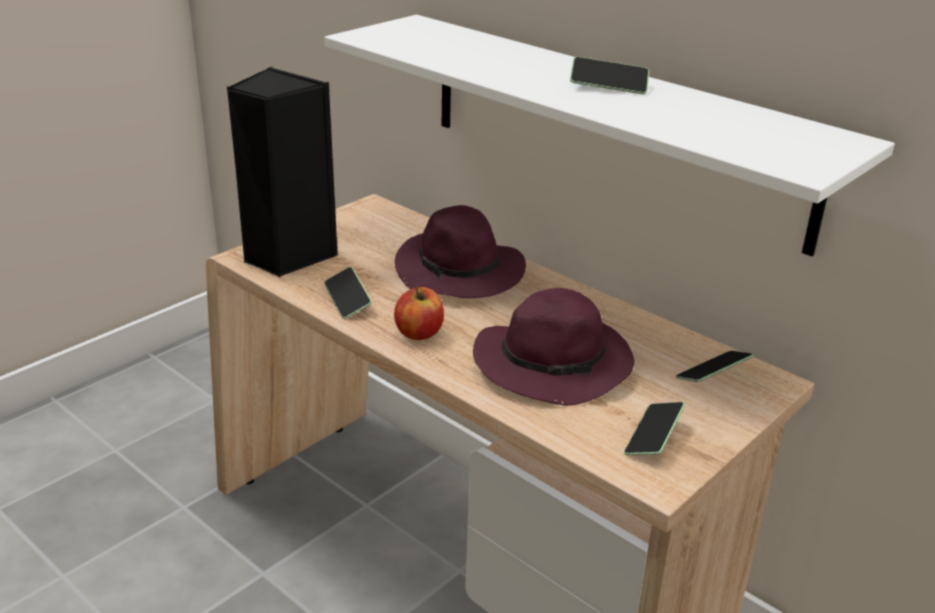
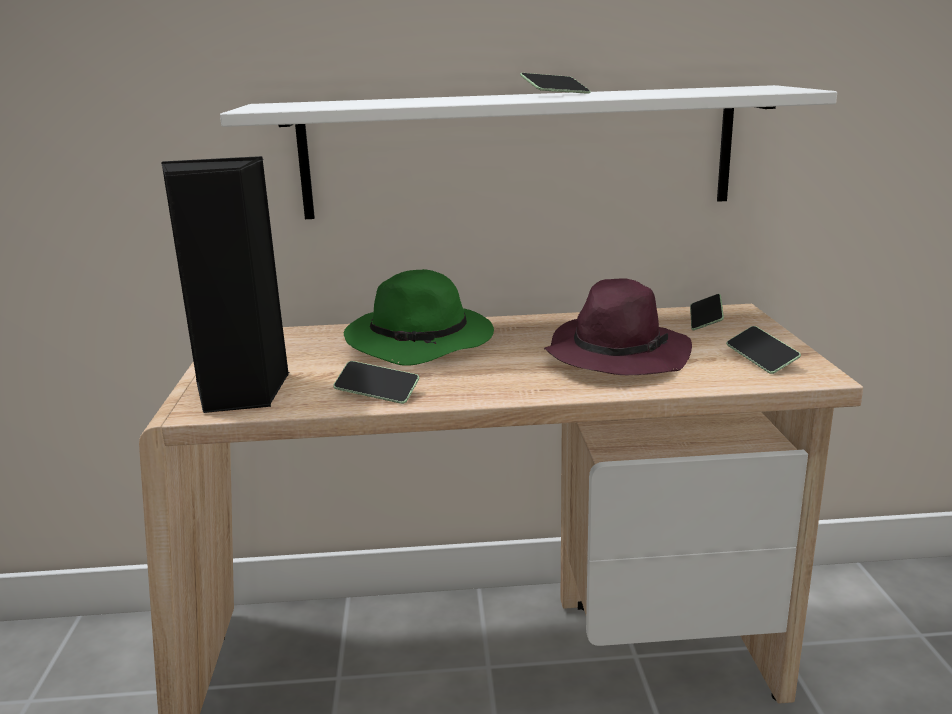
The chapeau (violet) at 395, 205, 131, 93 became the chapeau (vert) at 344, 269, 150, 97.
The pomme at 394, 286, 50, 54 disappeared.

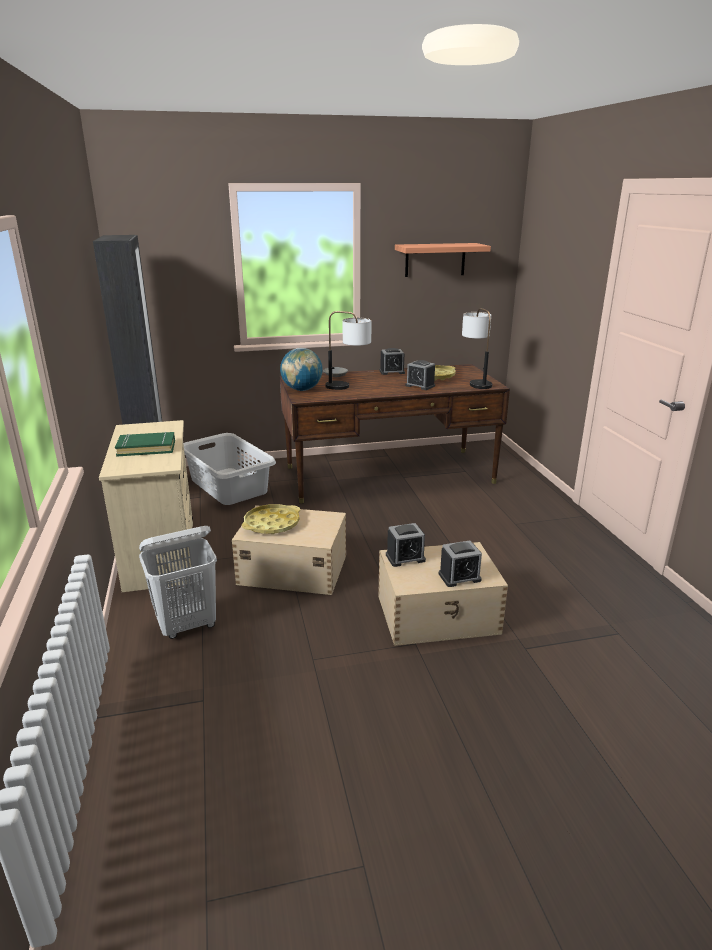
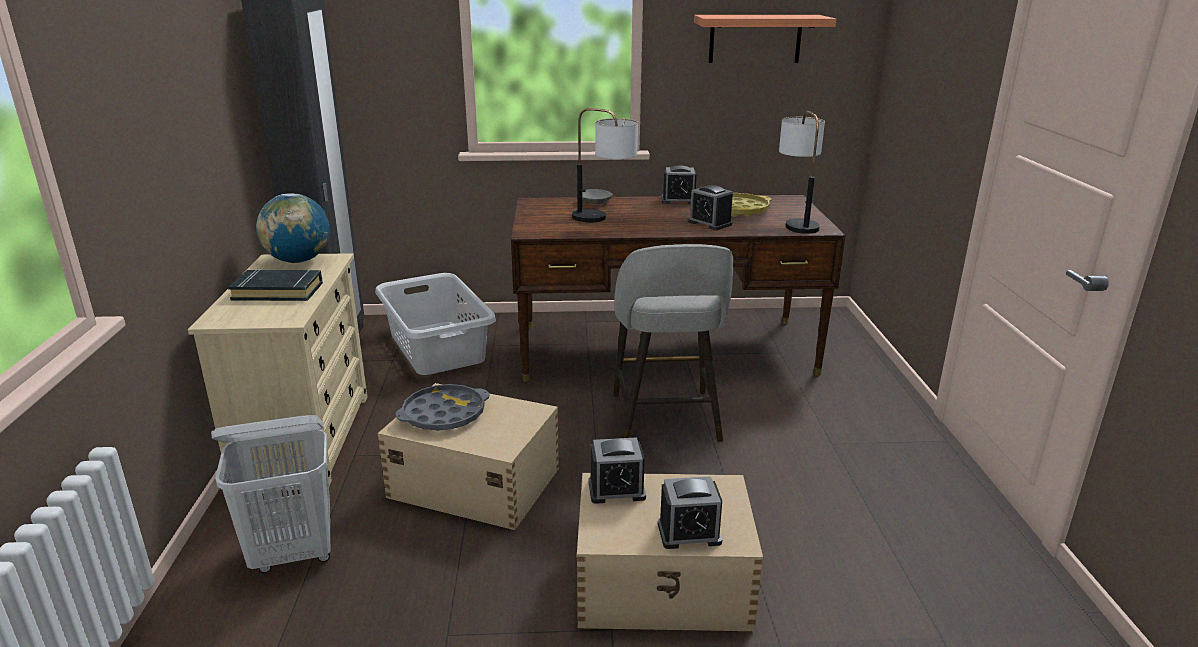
The livre (vert) at 115, 432, 60, 25 became the livre (noir) at 228, 269, 95, 32.
The globe moved from 280, 348, 43, 43 to 256, 193, 74, 70.
The plateau (jaune) at 242, 504, 58, 30 became the plateau (gris) at 395, 384, 94, 47.
The tabouret (gris) at 613, 244, 120, 198 appeared.

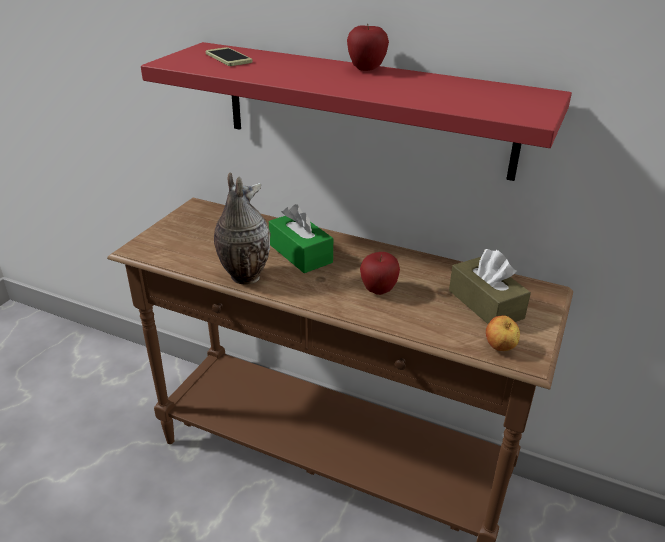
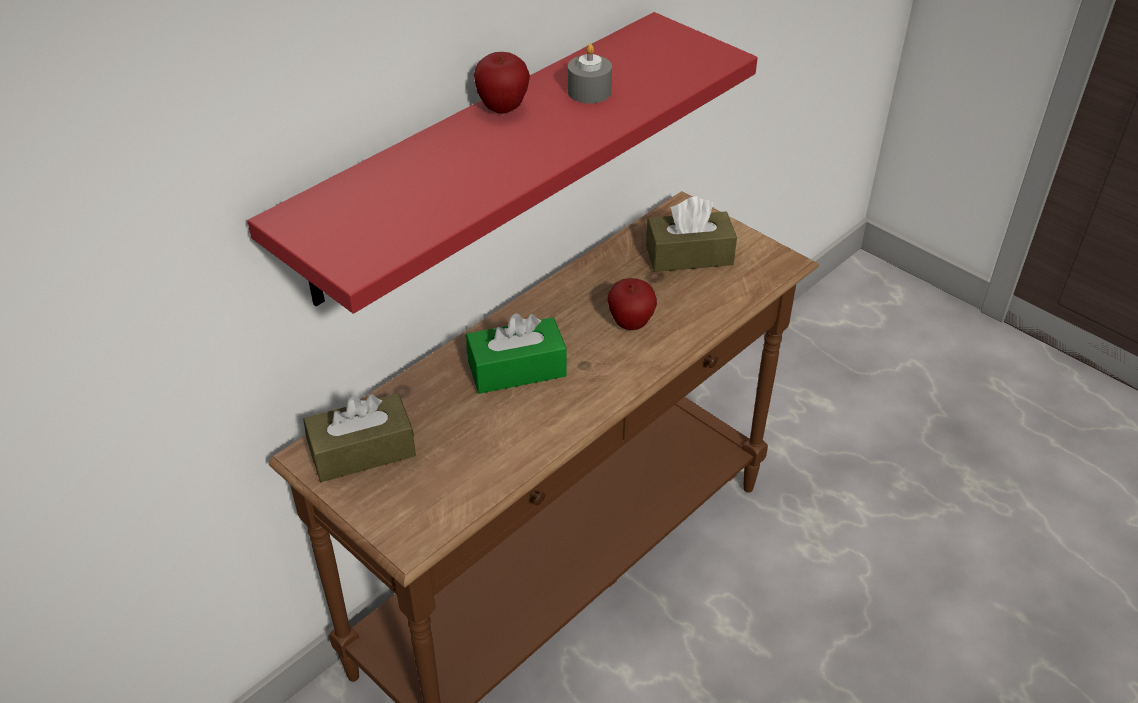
The boîte à mouchoirs (marron) at 303, 393, 113, 89 appeared.
The bougie (gris) at 568, 44, 44, 59 appeared.
The téléphone at 206, 47, 47, 19 disappeared.
The vase at 214, 172, 57, 112 disappeared.
The pomme at 486, 315, 34, 36 disappeared.

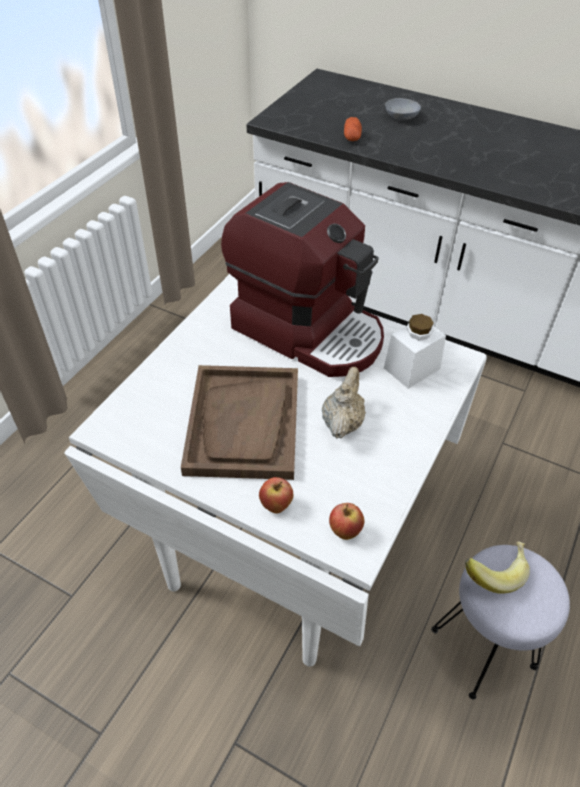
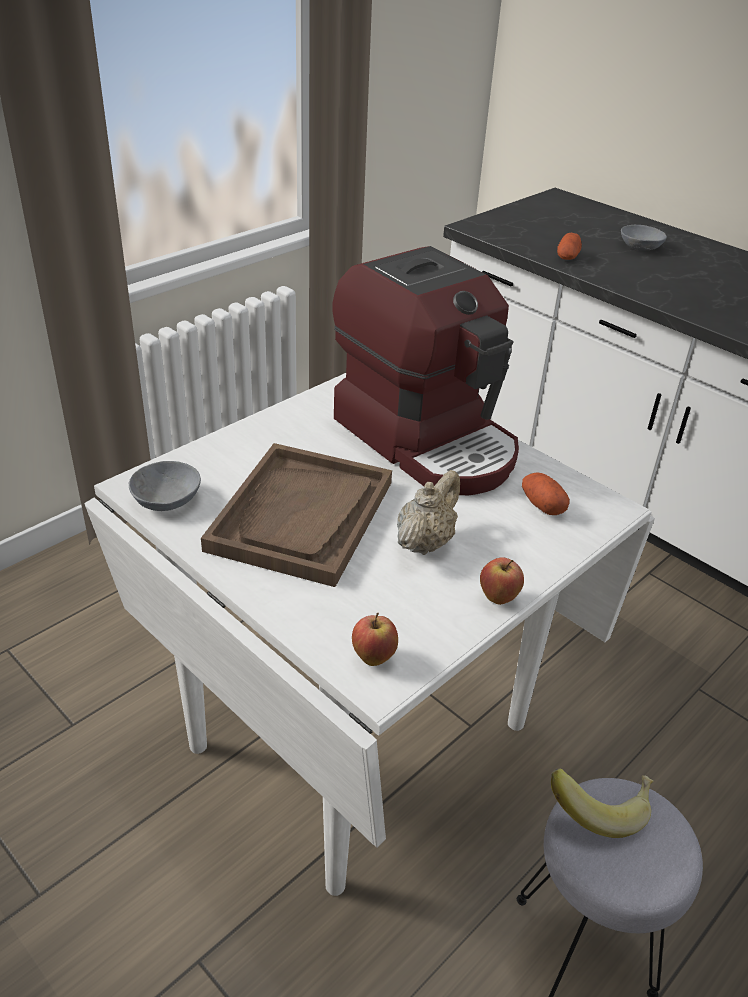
The bol (gris) at 129, 461, 72, 50 appeared.
The pomme moved from 259, 477, 34, 36 to 480, 558, 44, 47.
The bocal (blanc) at 384, 314, 62, 75 was replaced by the pomme de terre at 522, 472, 48, 43.

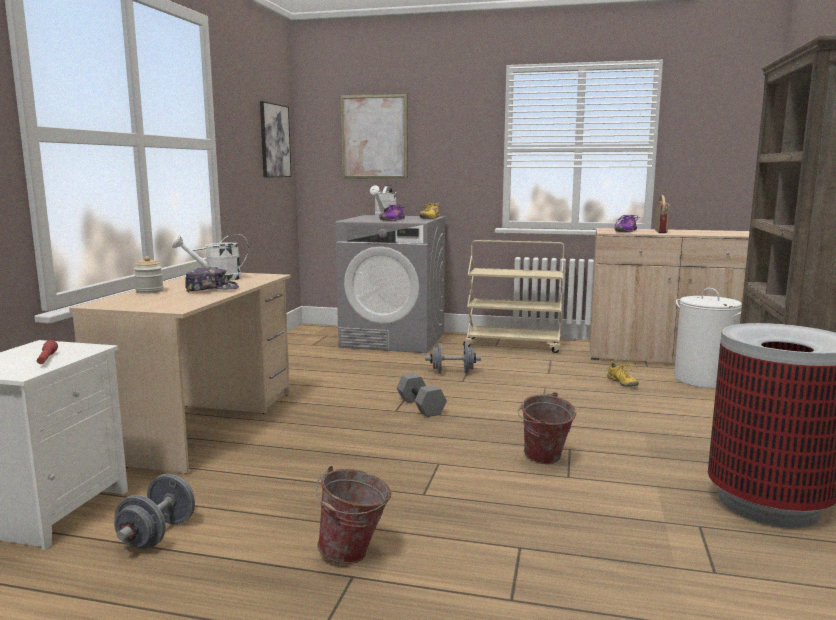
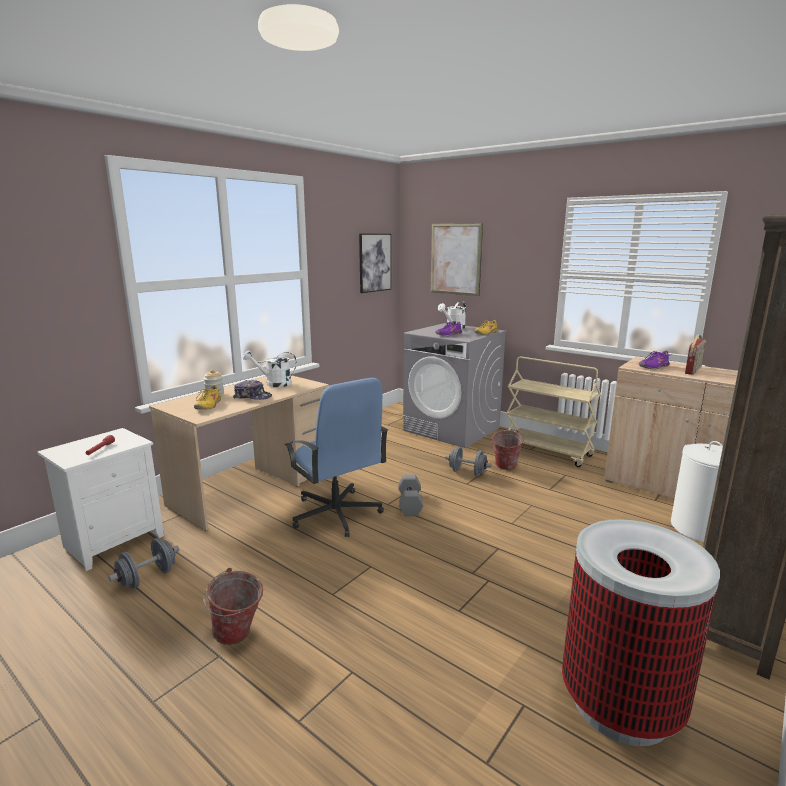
The chaussure (jaune) moved from 605, 361, 34, 26 to 194, 385, 28, 25.
The chaise de bureau (bleu) at 285, 378, 103, 159 appeared.
The seau moved from 518, 392, 58, 72 to 490, 430, 34, 40.

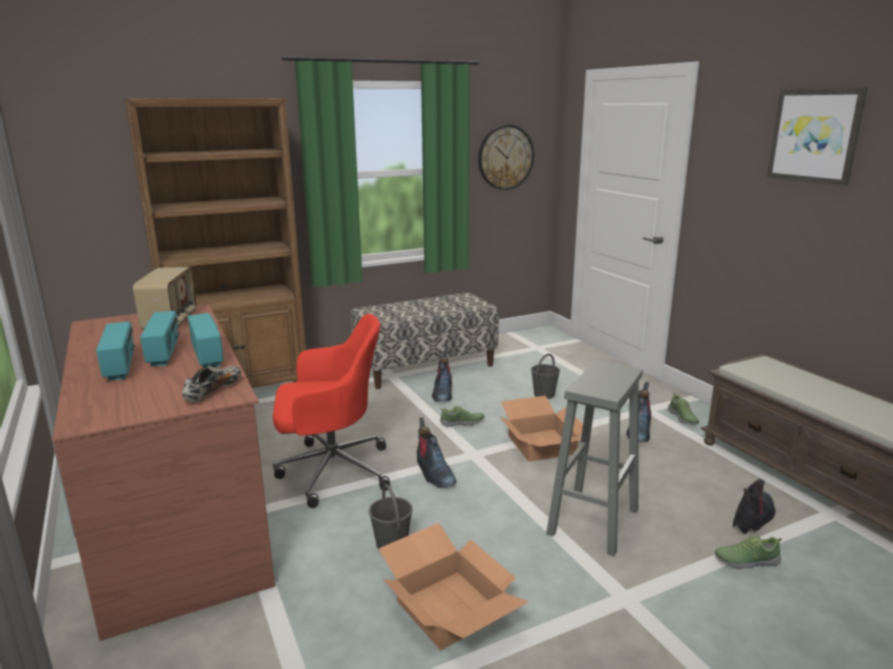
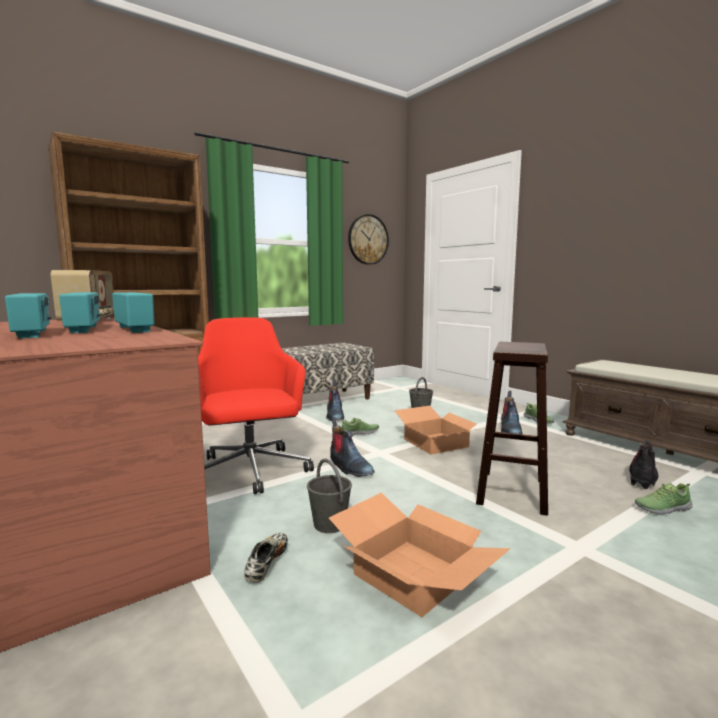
The chaise de bureau (rouge) at 273, 314, 117, 194 turned 90 degrees counterclockwise.
The chaussure moved from 182, 366, 59, 36 to 244, 533, 44, 50.
The tabouret (gris) at 546, 360, 97, 196 became the tabouret (marron) at 476, 342, 72, 174.
The tableau at 767, 88, 100, 98 disappeared.

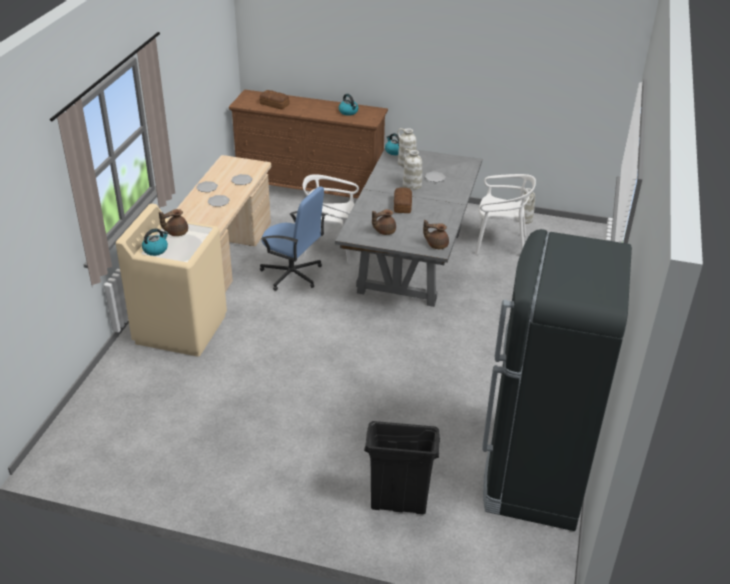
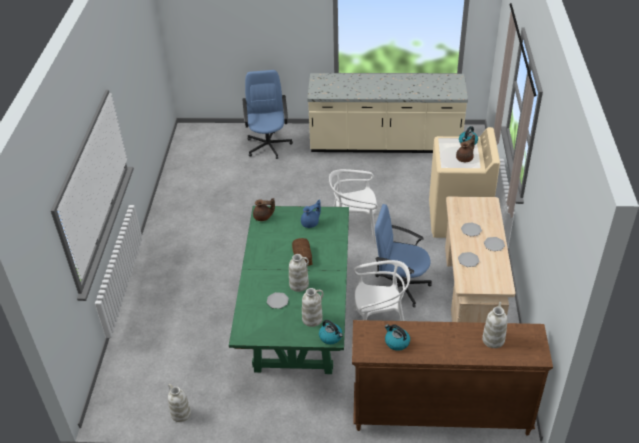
The table à manger (gris) at 335, 149, 147, 158 became the table à manger (vert) at 229, 206, 120, 168.
The poubelle (noir) at 364, 421, 76, 93 was replaced by the chaise de bureau (bleu) at 243, 70, 50, 89.
The théière (marron) at 372, 209, 24, 26 became the théière (bleu) at 301, 199, 20, 29.
The comptoir de cuisine (beige) at 307, 73, 161, 80 appeared.
The chaise (blanc) moved from 475, 174, 61, 81 to 329, 169, 49, 75.
The pain at 260, 90, 30, 19 was replaced by the vase (blanc) at 482, 302, 26, 46.
The réfrigérateur (noir) at 482, 229, 150, 302 disappeared.

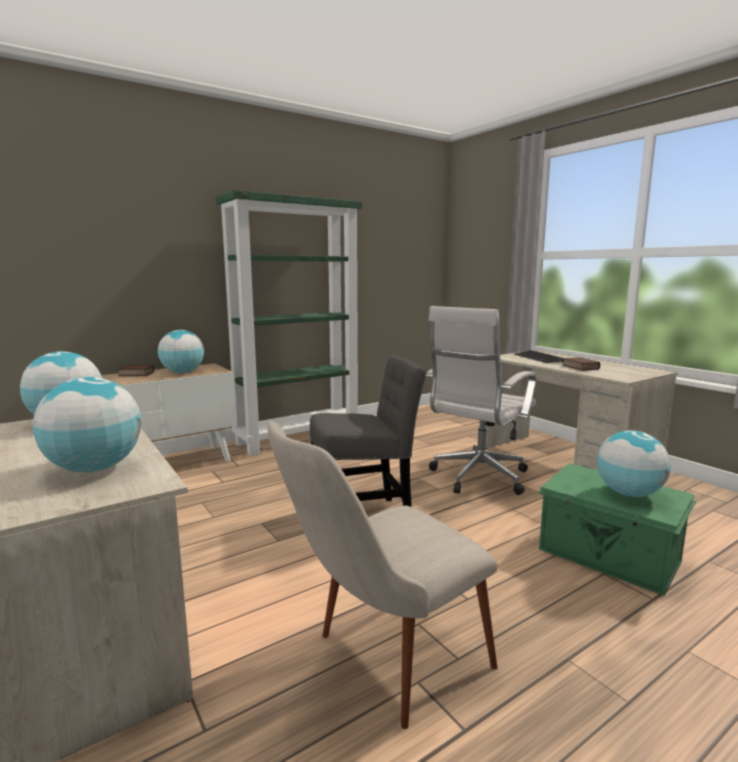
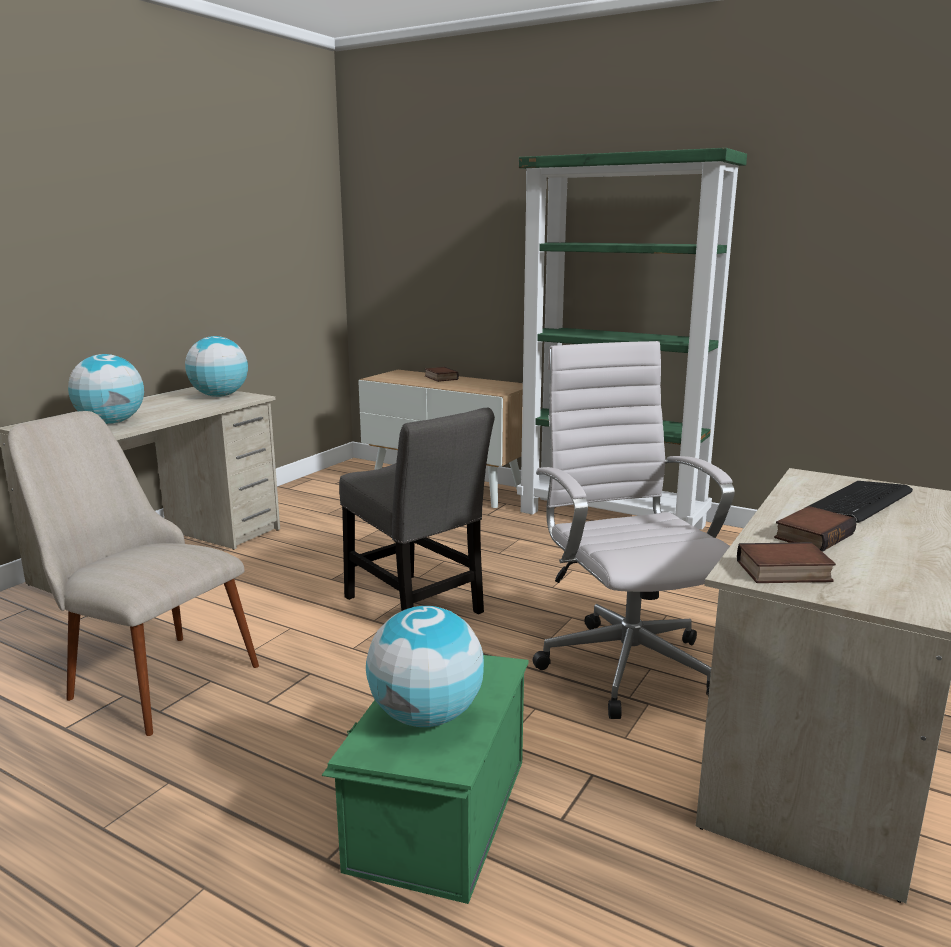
The chaise de bureau (blanc) at 426, 306, 110, 189 turned 60 degrees clockwise.
The livre at 737, 542, 99, 41 appeared.
The globe at 158, 330, 46, 43 disappeared.

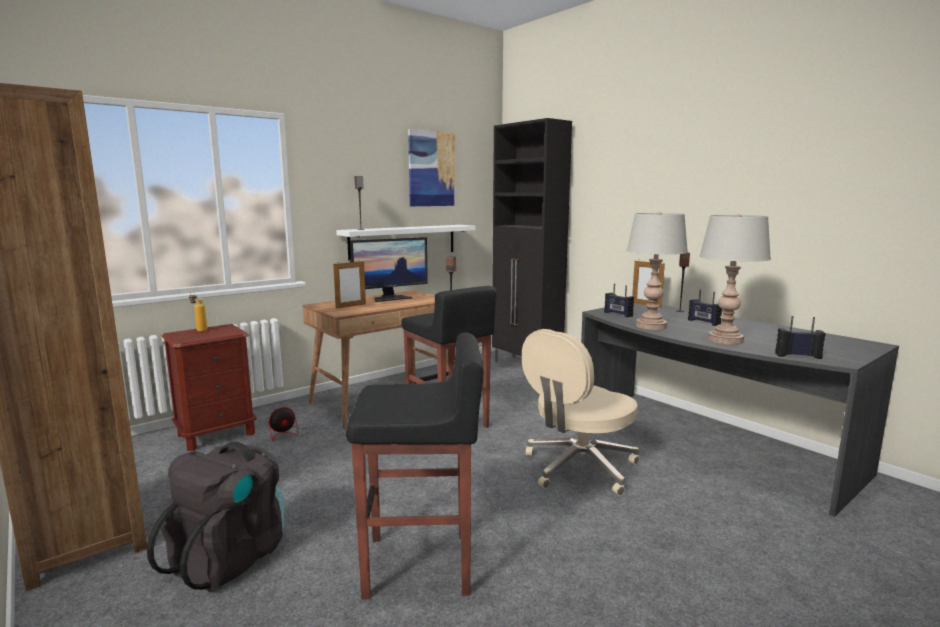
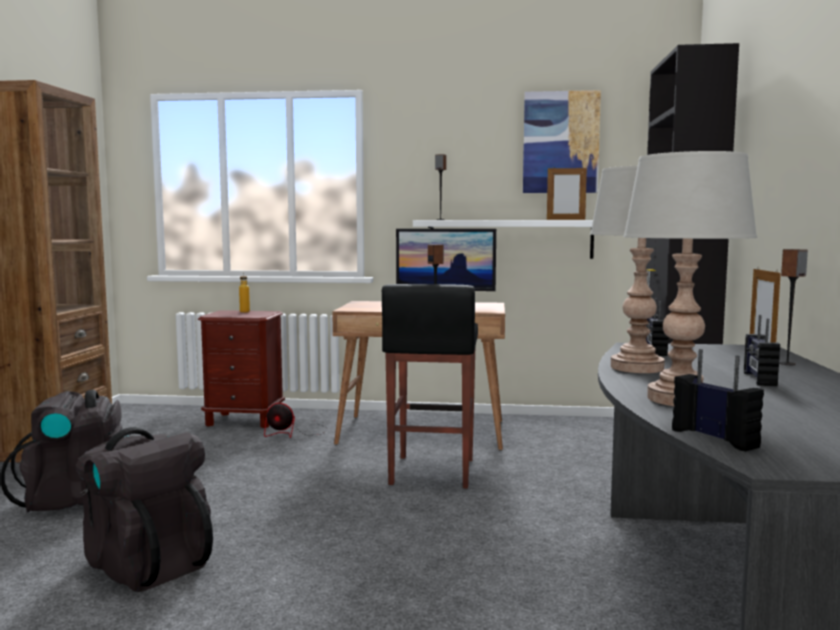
The tabouret (noir) at 346, 333, 138, 266 was replaced by the sac à dos (noir) at 76, 427, 137, 165.
The cadre photo moved from 333, 261, 33, 48 to 547, 166, 40, 54.
The chaise de bureau (beige) at 522, 329, 118, 167 disappeared.

